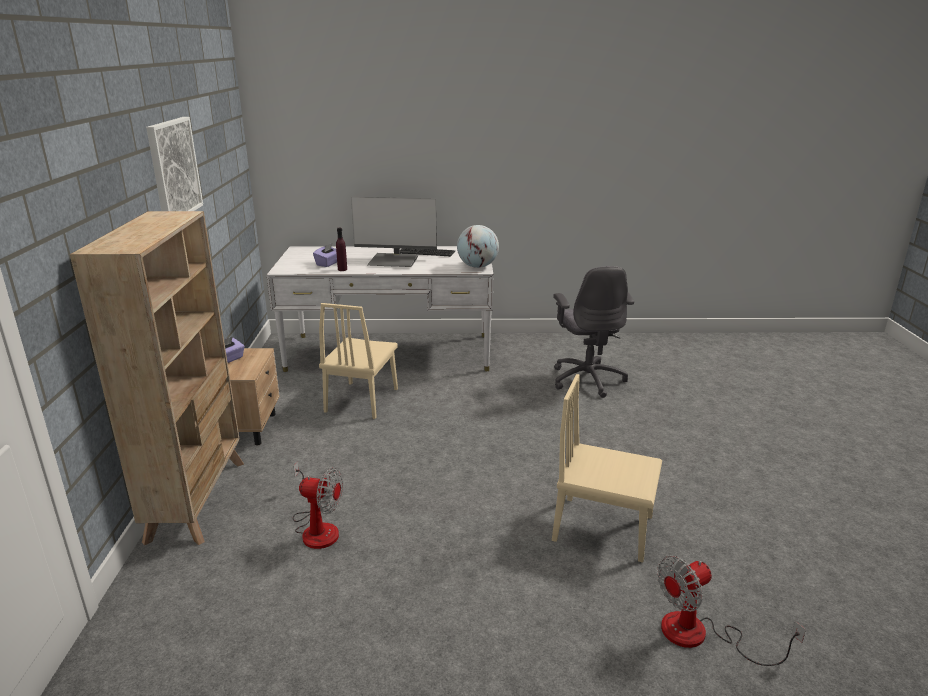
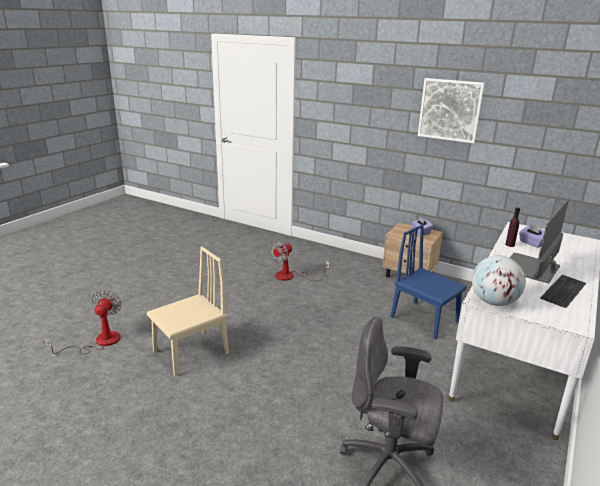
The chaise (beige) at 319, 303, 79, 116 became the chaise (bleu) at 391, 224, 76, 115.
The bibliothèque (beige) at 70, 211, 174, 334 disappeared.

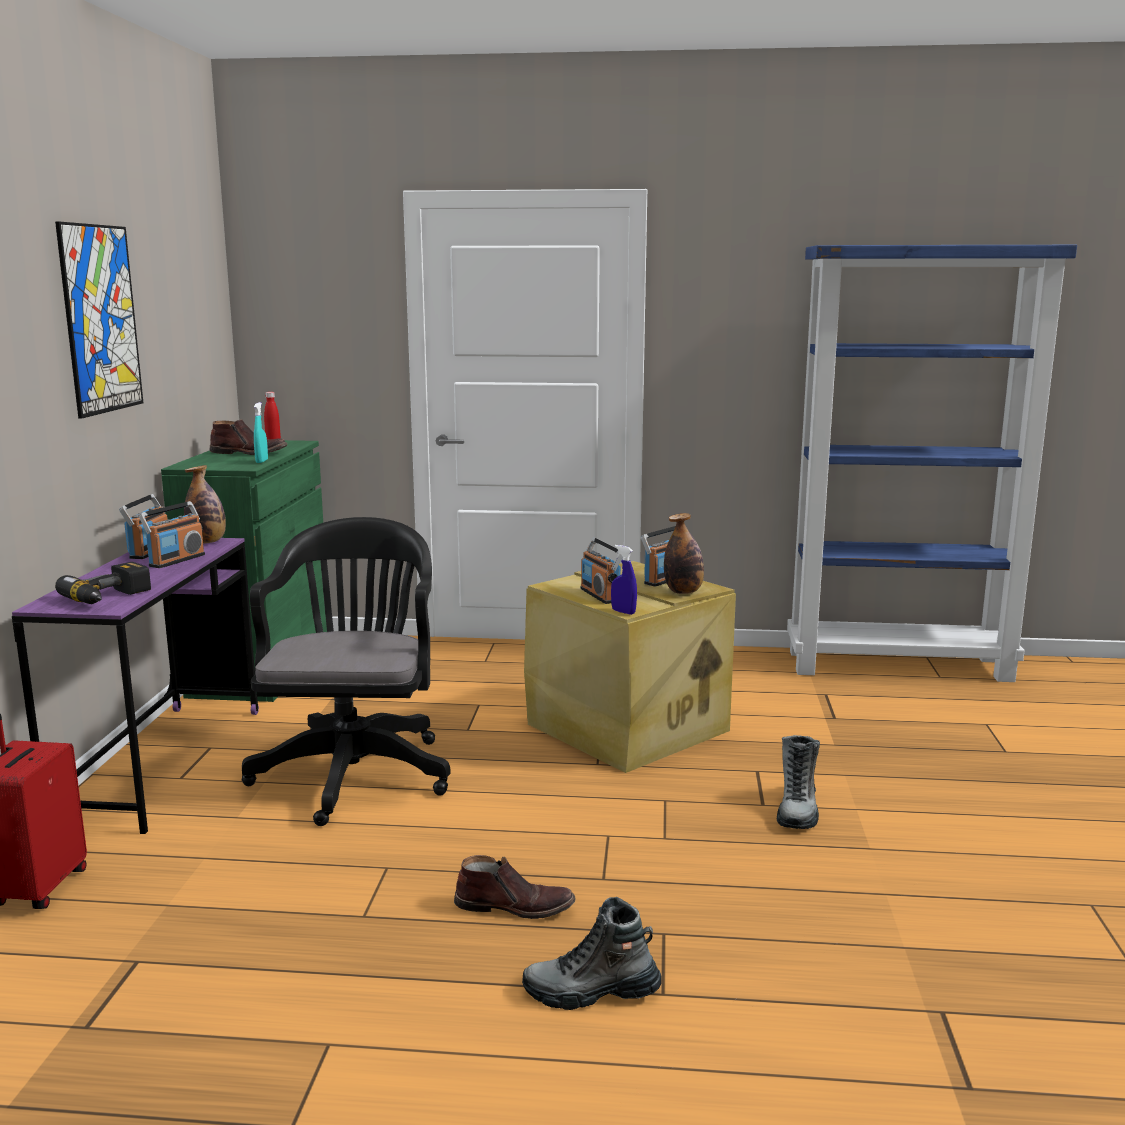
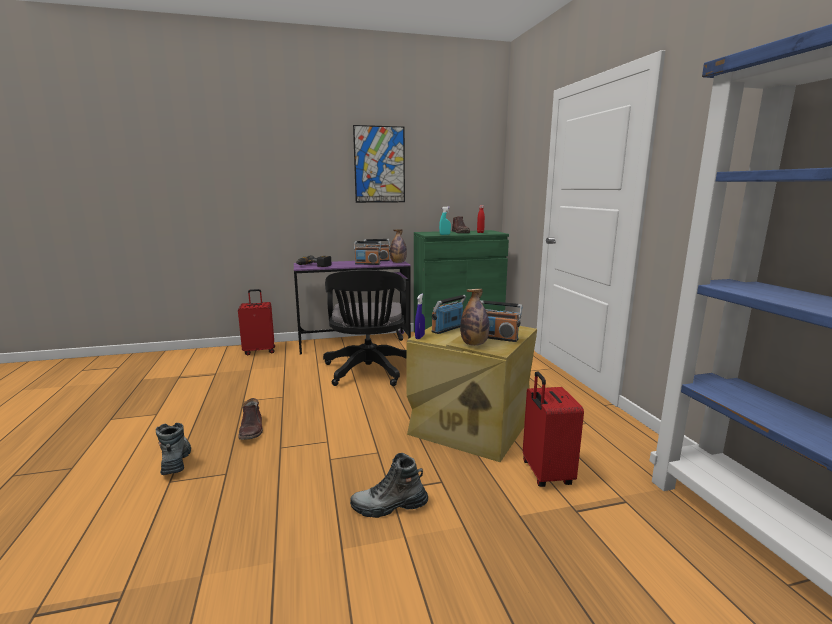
The chaise de bureau (noir) at 242, 517, 209, 309 turned 105 degrees clockwise.
The valise (rouge) at 523, 371, 61, 116 appeared.

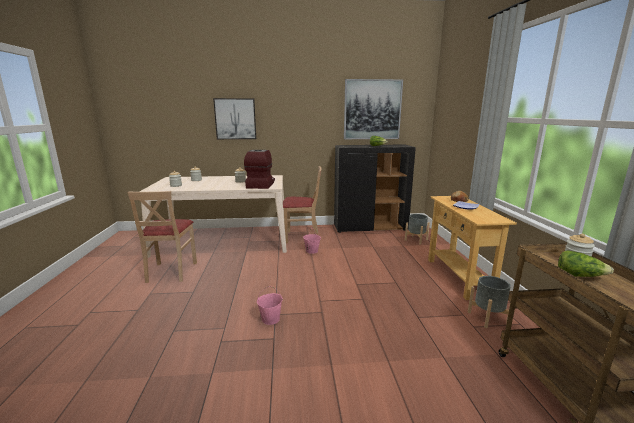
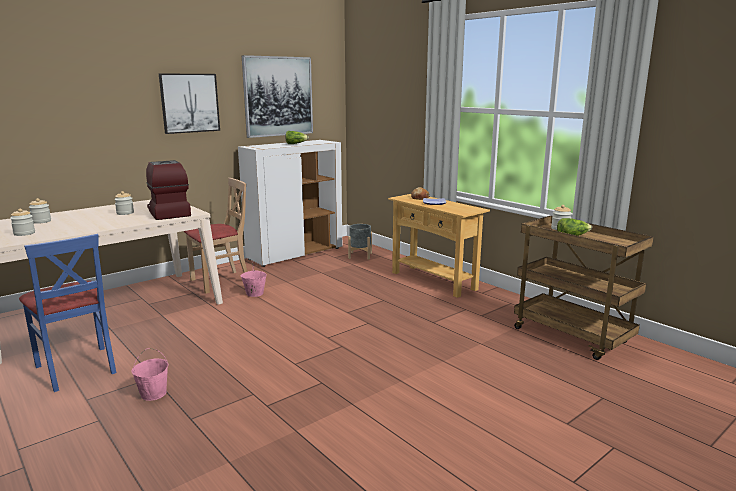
The chaise (beige) at 128, 191, 69, 92 became the chaise (bleu) at 19, 234, 97, 158.
The seau (rose) moved from 257, 286, 26, 39 to 132, 348, 36, 53.
The tableau moved from 213, 98, 43, 41 to 159, 73, 61, 61.
The meuble de rangement (noir) at 334, 145, 82, 88 became the meuble de rangement (blanc) at 238, 140, 104, 127.
The cache-pot (gris) at 468, 276, 43, 52 disappeared.

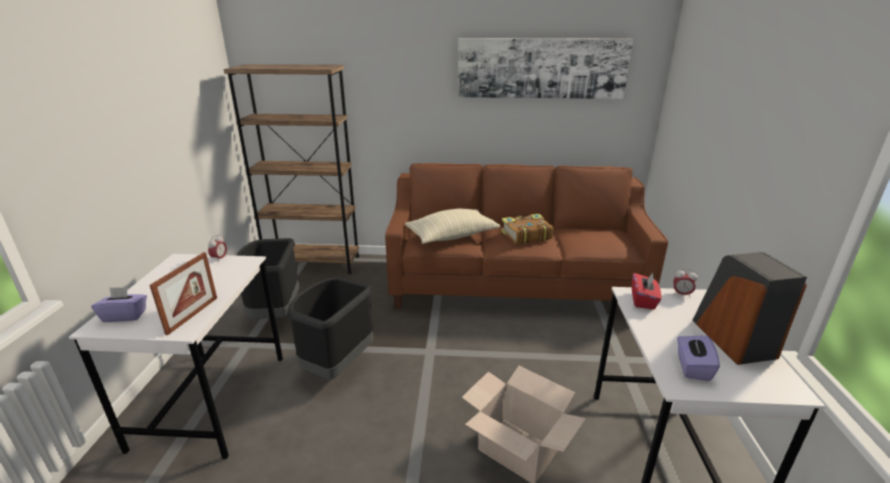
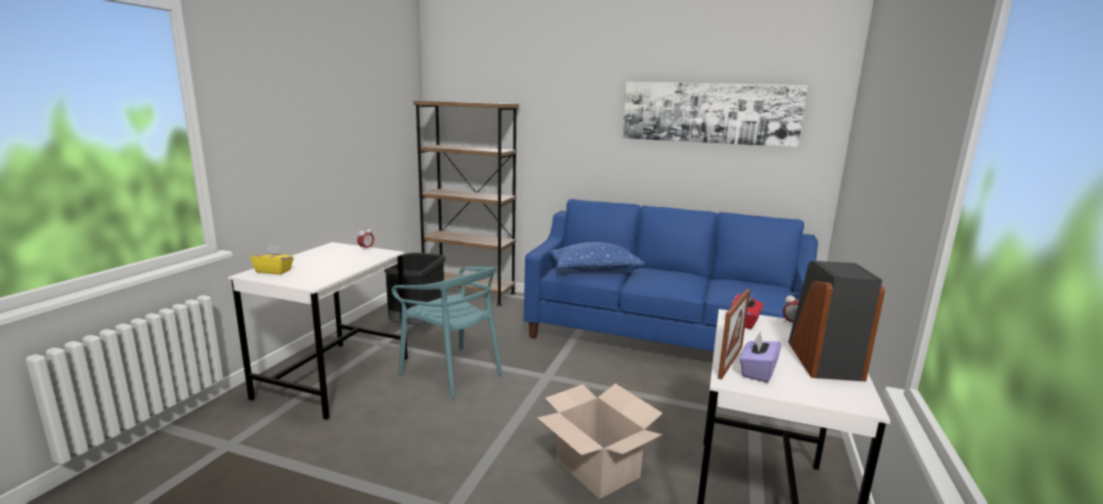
The boîte à mouchoirs (violet) at 91, 287, 56, 35 became the boîte à mouchoirs (jaune) at 250, 244, 44, 30.
The poubelle (noir) at 287, 277, 86, 103 was replaced by the chaise (turquoise) at 392, 267, 111, 132.
The canapé (marron) at 385, 163, 283, 146 became the canapé (bleu) at 524, 199, 294, 152.
The coussin (beige) at 405, 208, 95, 36 became the coussin (bleu) at 549, 242, 95, 30.
The cadre photo moved from 150, 252, 67, 83 to 718, 289, 32, 91.
The livre at 501, 214, 52, 30 disappeared.

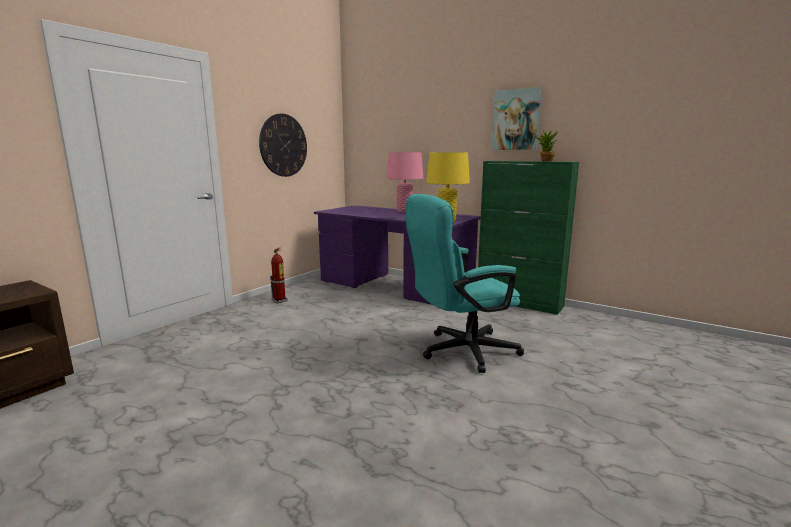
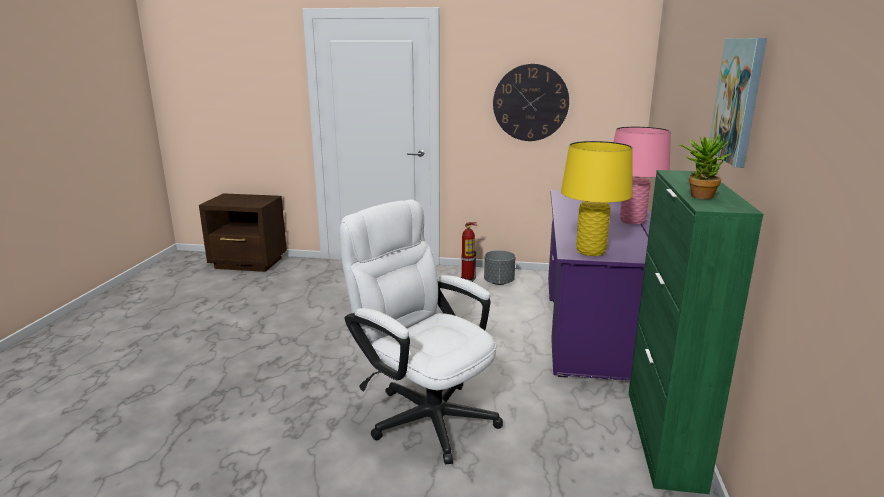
The chaise de bureau (turquoise) at 406, 194, 118, 179 became the chaise de bureau (blanc) at 339, 200, 164, 264.
The cache-pot (gris) at 484, 250, 32, 35 appeared.

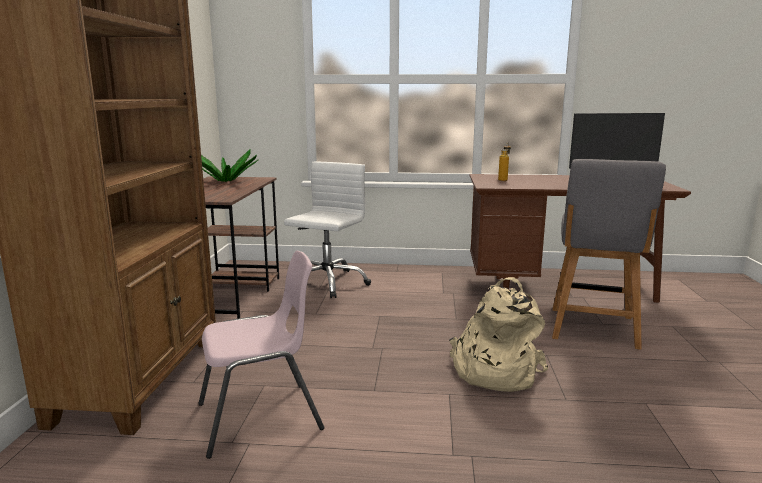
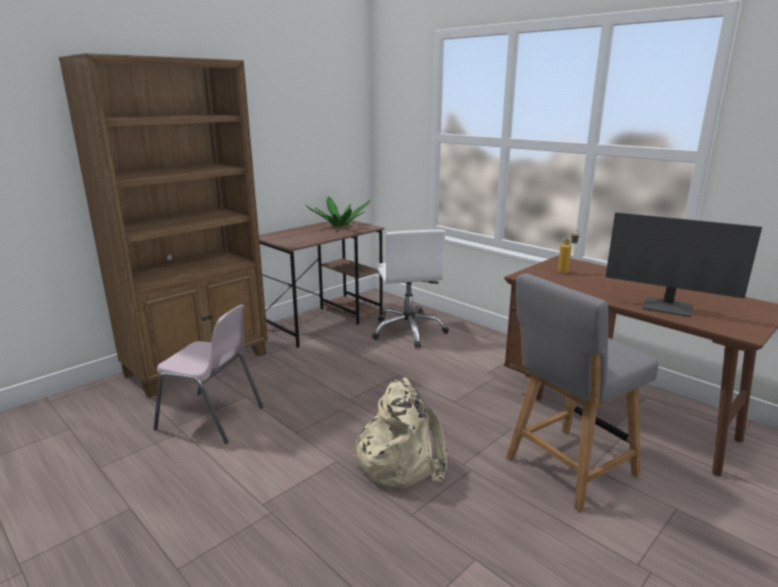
The chaise de bureau (blanc) at 284, 162, 87, 136 turned 105 degrees clockwise.

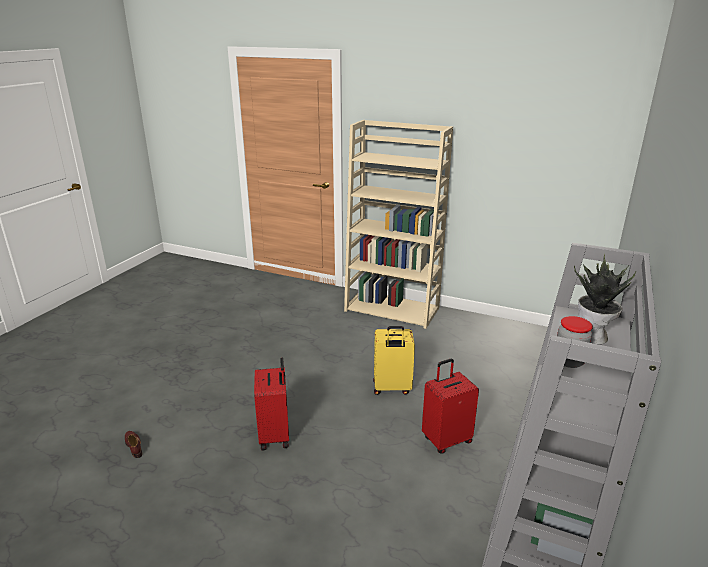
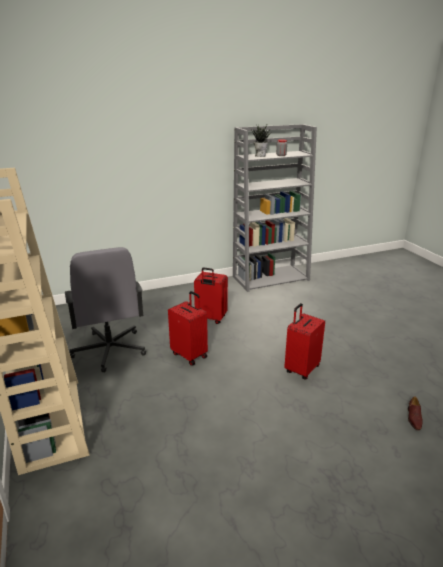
The chaise de bureau (gris) at 65, 247, 81, 126 appeared.
The valise (jaune) at 373, 326, 42, 69 became the valise (rouge) at 168, 291, 40, 75.

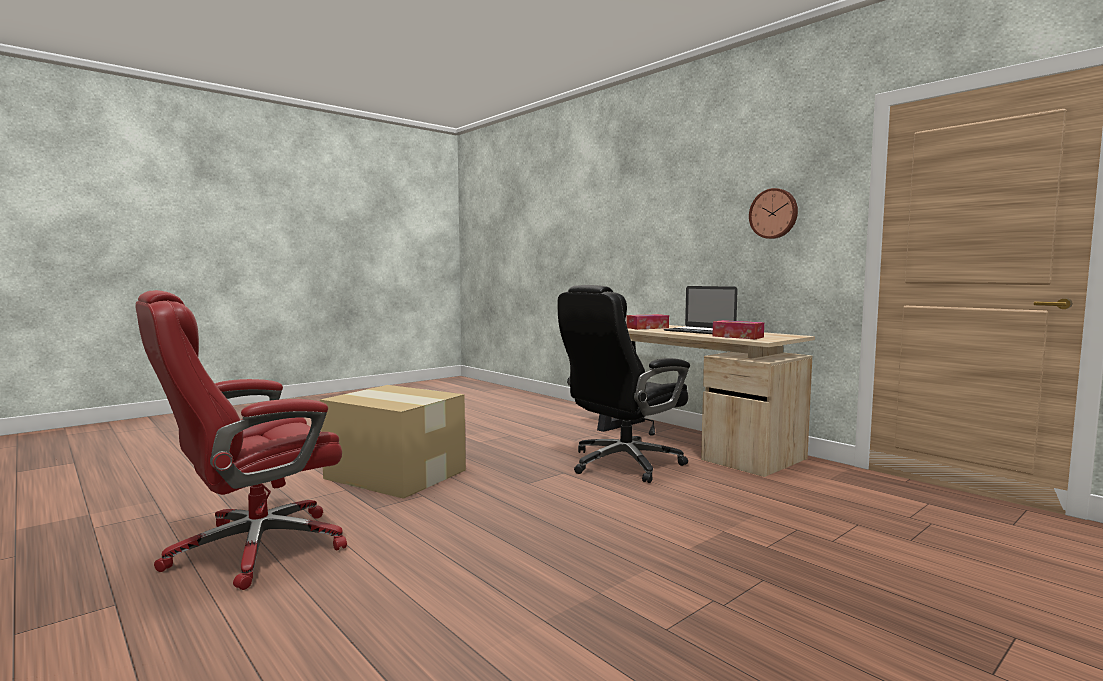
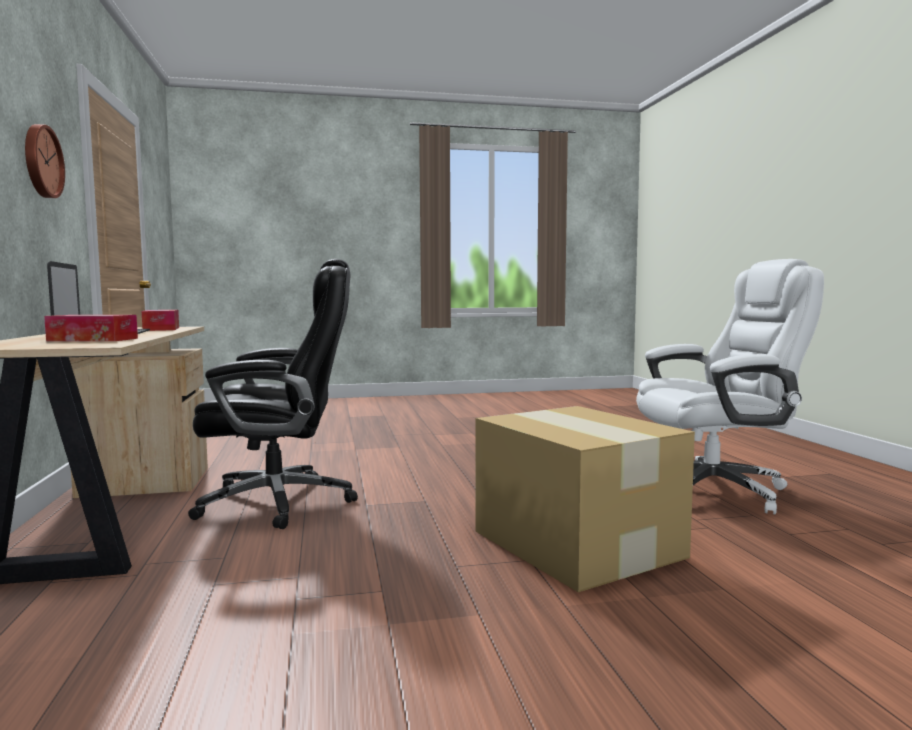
The chaise de bureau (rouge) at 135, 290, 212, 300 became the chaise de bureau (blanc) at 636, 259, 188, 255.

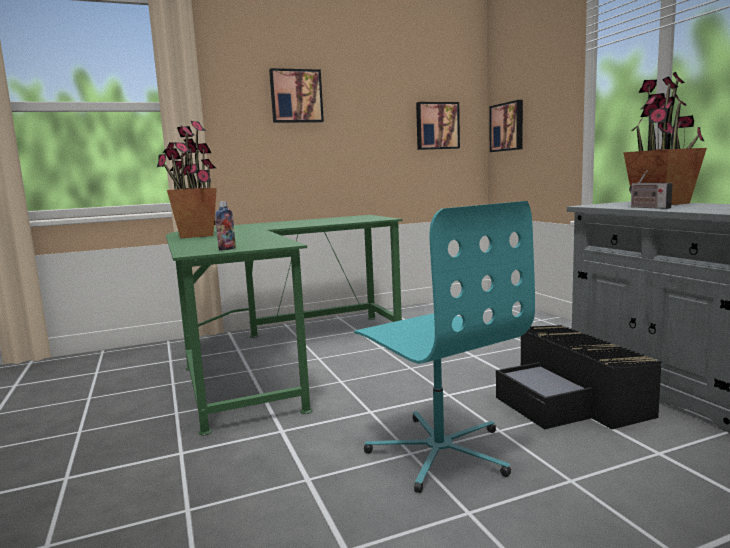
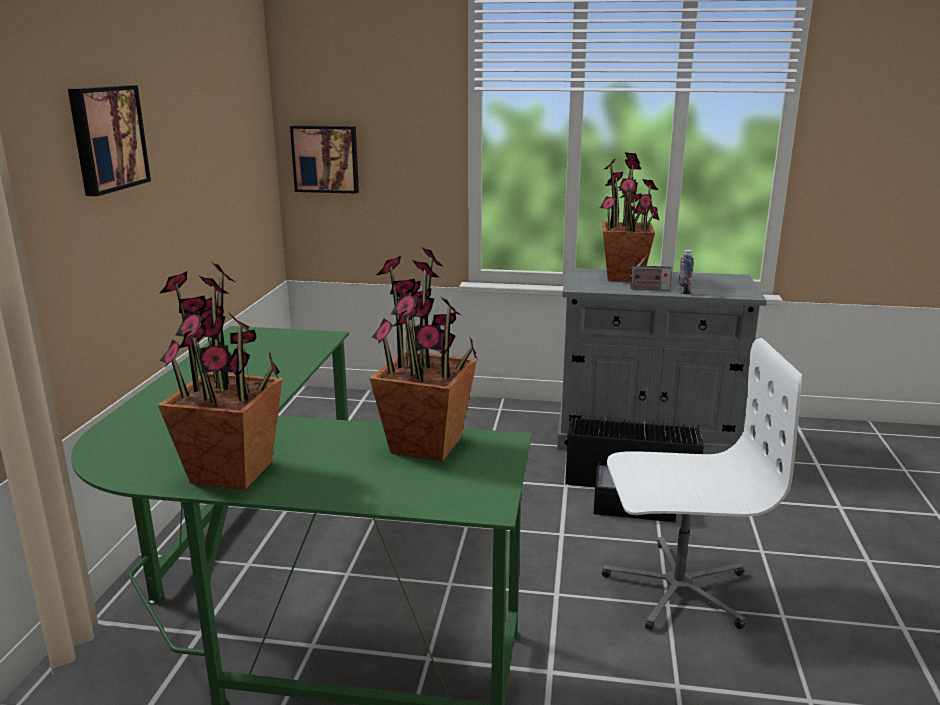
The plante en pot at 369, 247, 109, 215 appeared.
The chaise de bureau (turquoise) at 354, 201, 181, 292 became the chaise de bureau (blanc) at 602, 338, 200, 292.
The bouteille moved from 215, 201, 21, 49 to 678, 250, 16, 44.
The tableau at 416, 102, 44, 48 disappeared.

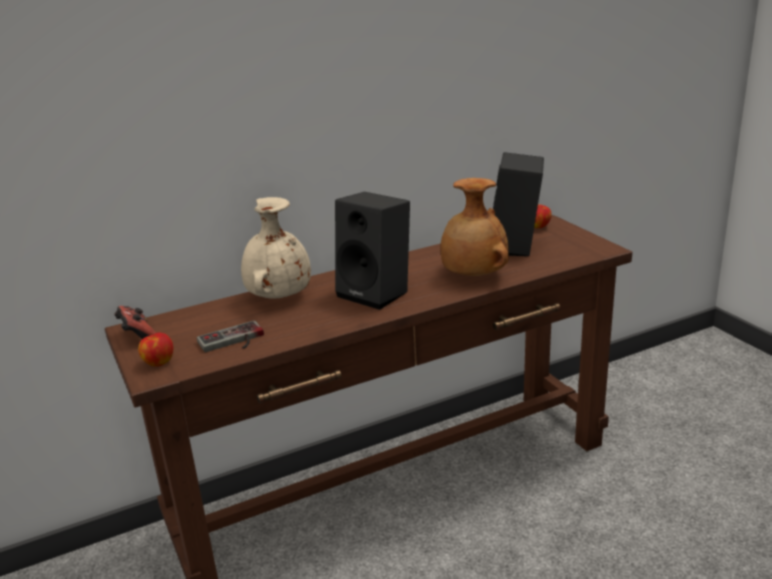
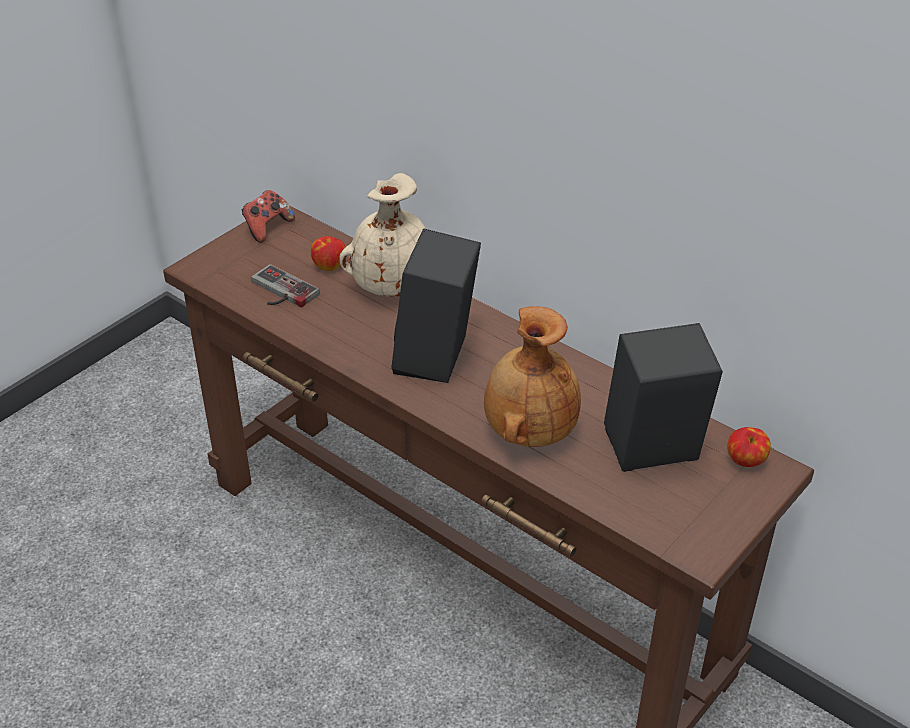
The pomme moved from 138, 332, 36, 35 to 311, 236, 35, 35.

